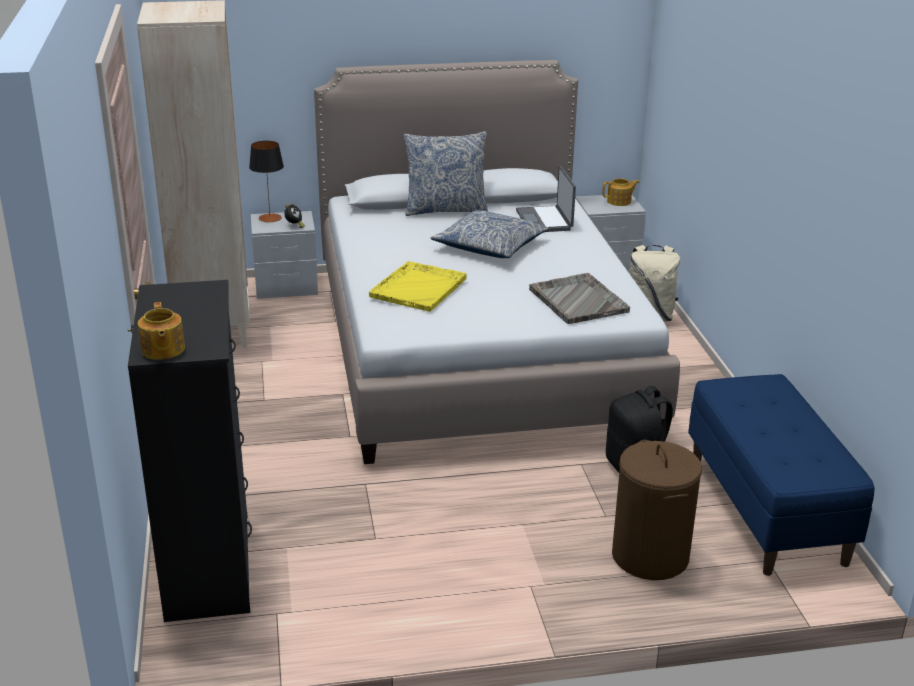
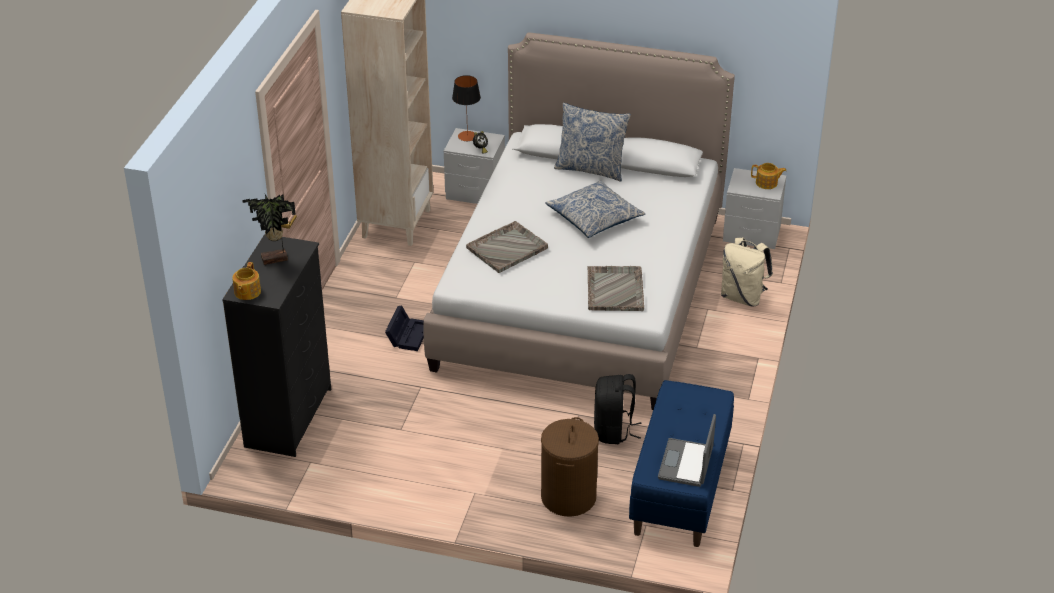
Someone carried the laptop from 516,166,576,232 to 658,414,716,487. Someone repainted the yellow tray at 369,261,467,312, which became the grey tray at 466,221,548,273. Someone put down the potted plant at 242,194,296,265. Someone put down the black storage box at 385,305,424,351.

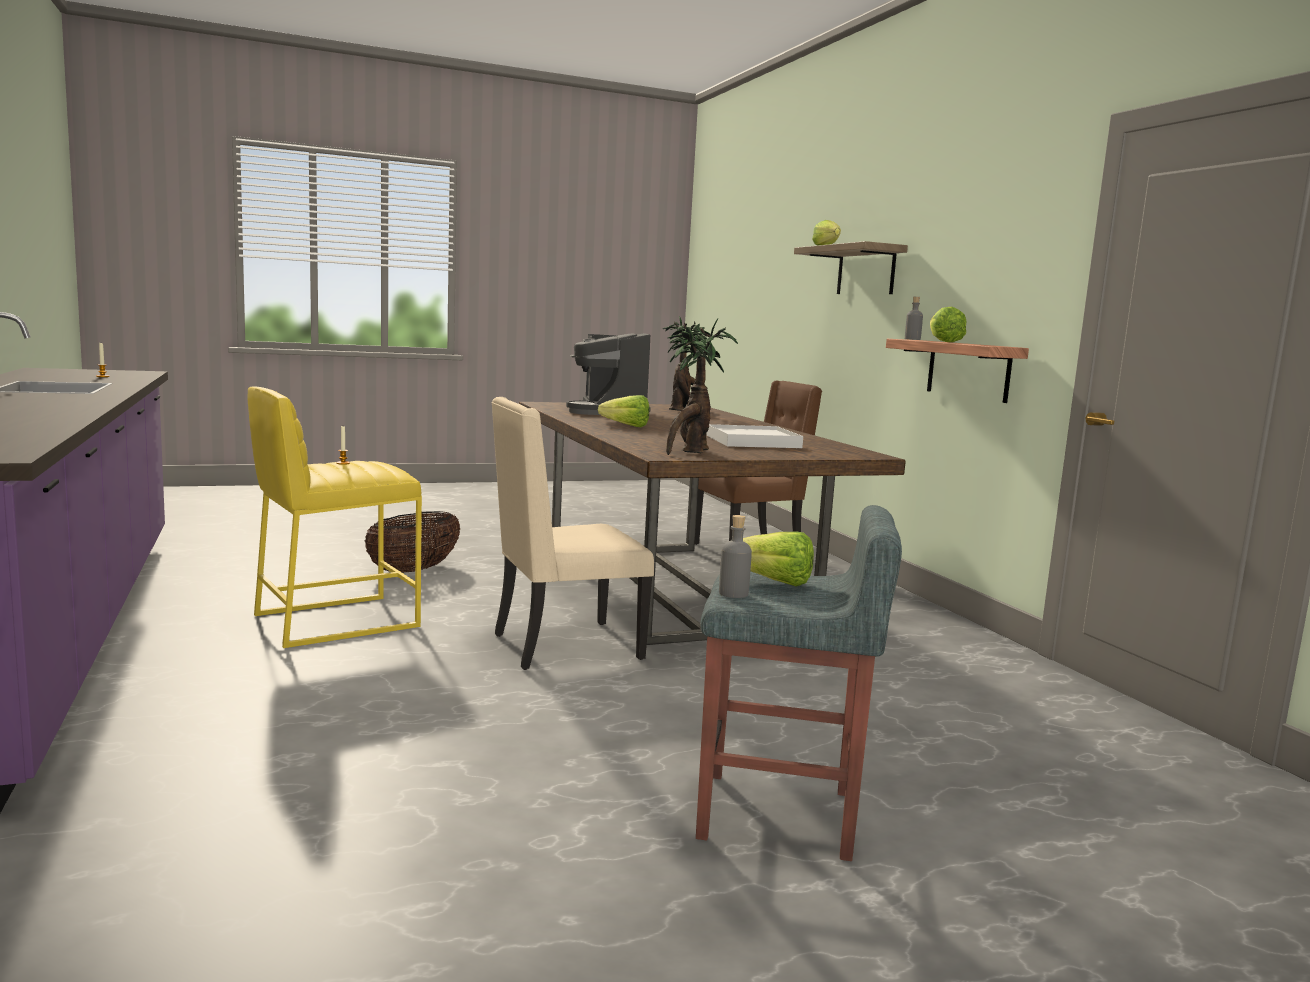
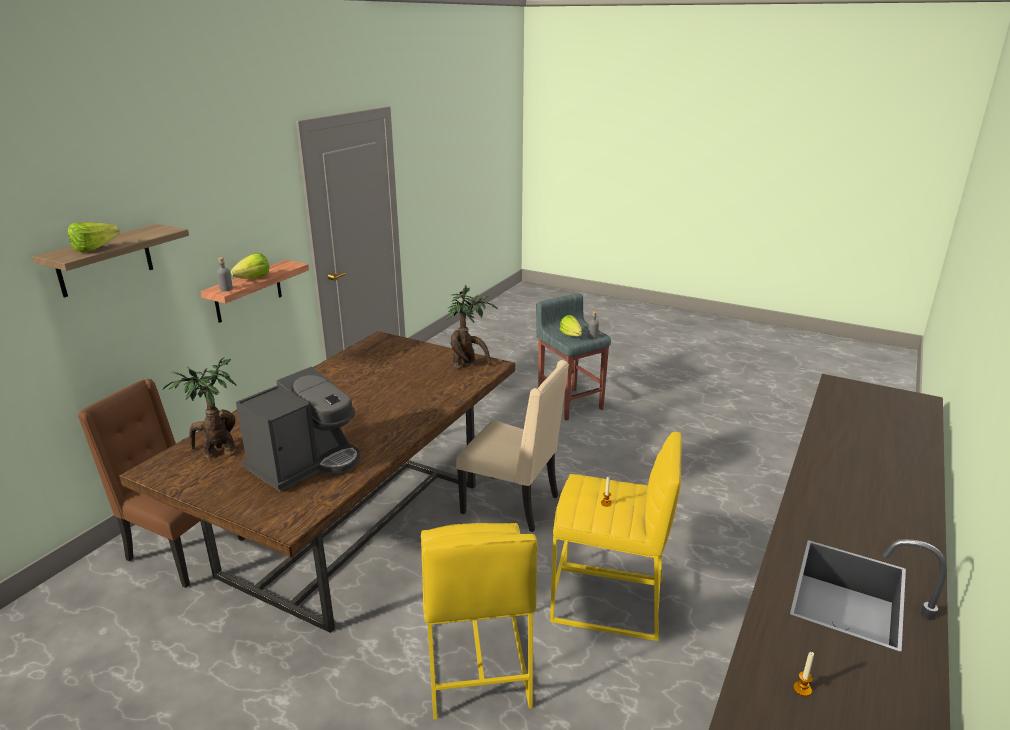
Someone took away the lettuce at 598,395,649,427. Someone took away the white tray at 707,424,803,448. Someone swapped the basket at 365,511,460,573 for the yellow stool at 421,523,537,720.

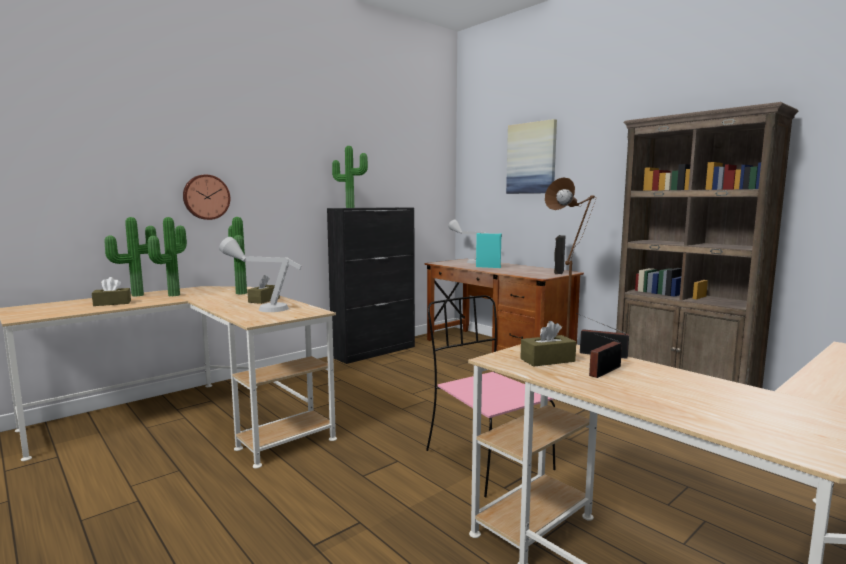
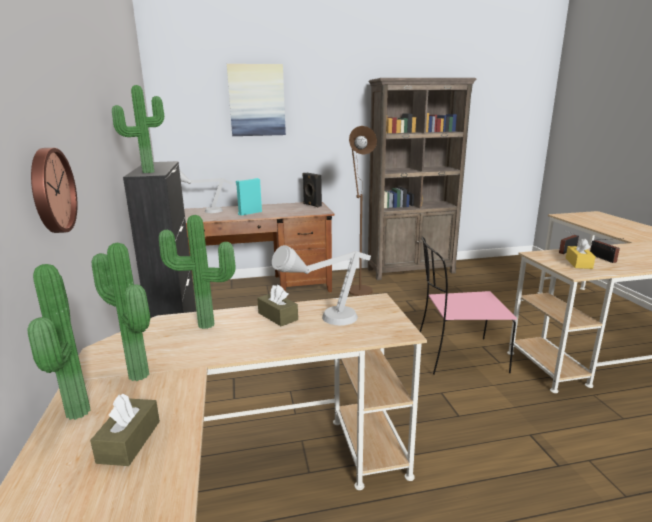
Someone repainted the brown tissue box at 520,321,576,367, which became the yellow tissue box at 566,238,596,269.

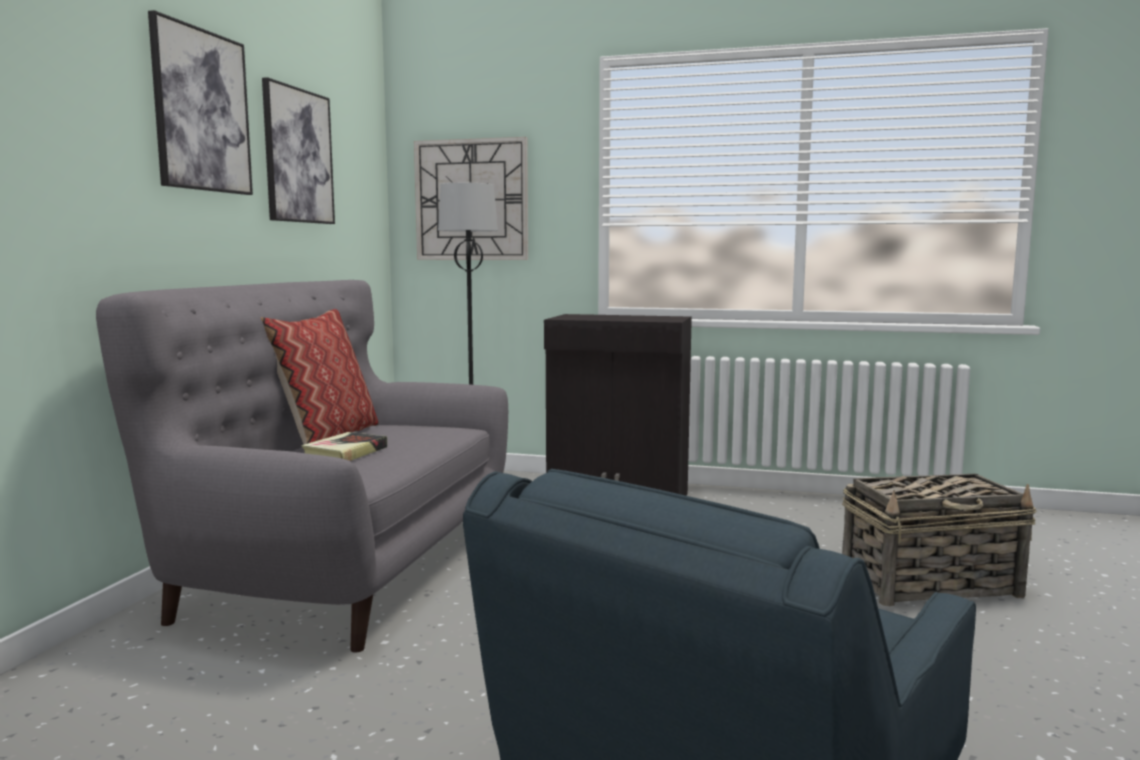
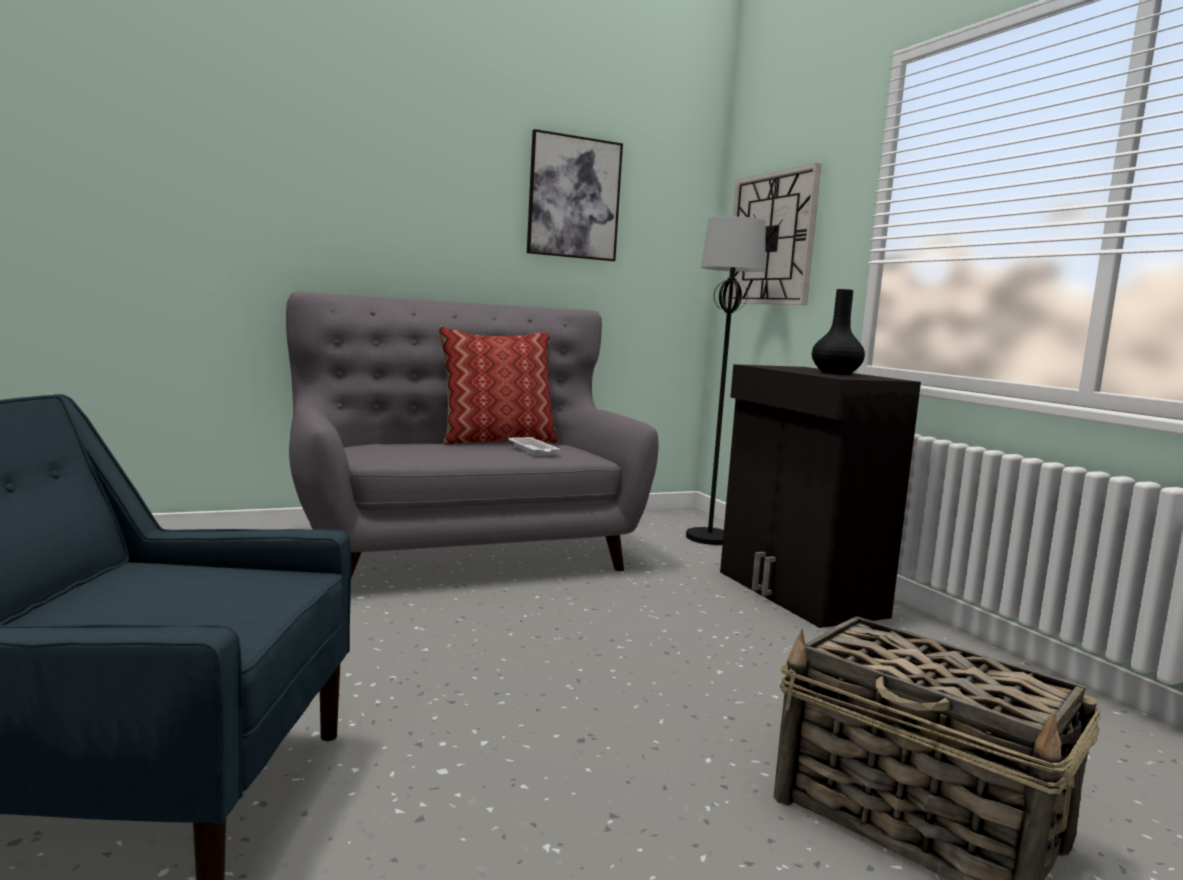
Someone took away the picture at 148,10,253,195. Someone took away the book at 301,432,387,461. Someone put down the black vase at 812,289,865,375. Someone put down the white tray at 508,437,560,456.

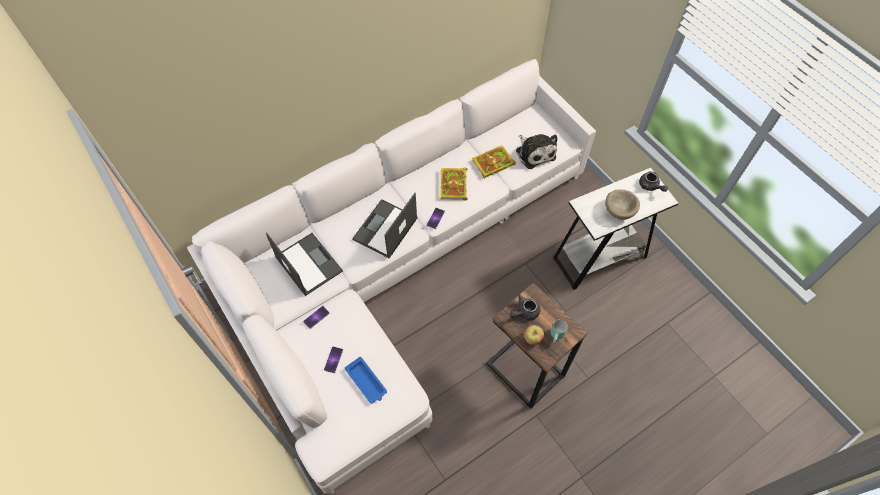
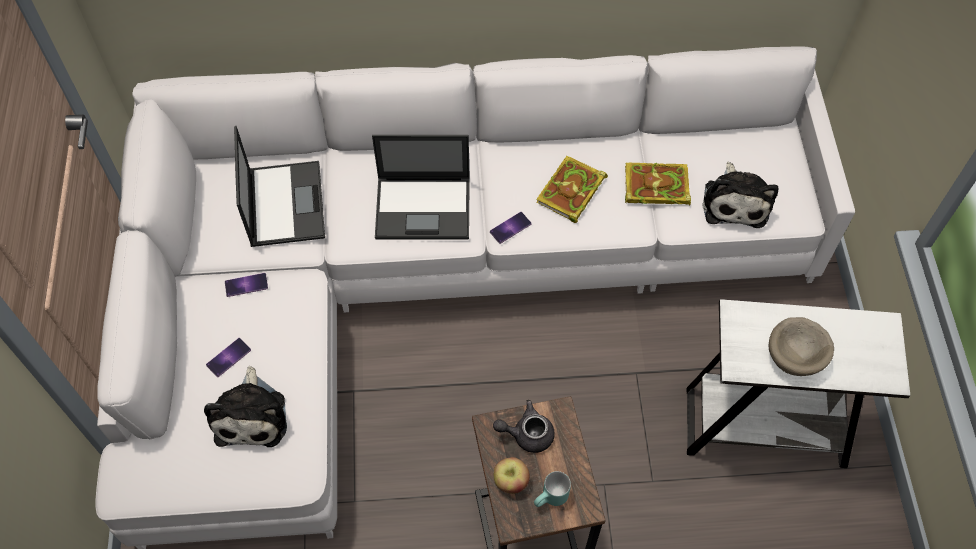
Someone took away the grey teapot at 639,171,668,192. Someone rotated the laptop at 352,193,418,258 by 150 degrees counterclockwise. Someone swapped the blue tray at 345,357,387,404 for the plush toy at 204,366,287,447.

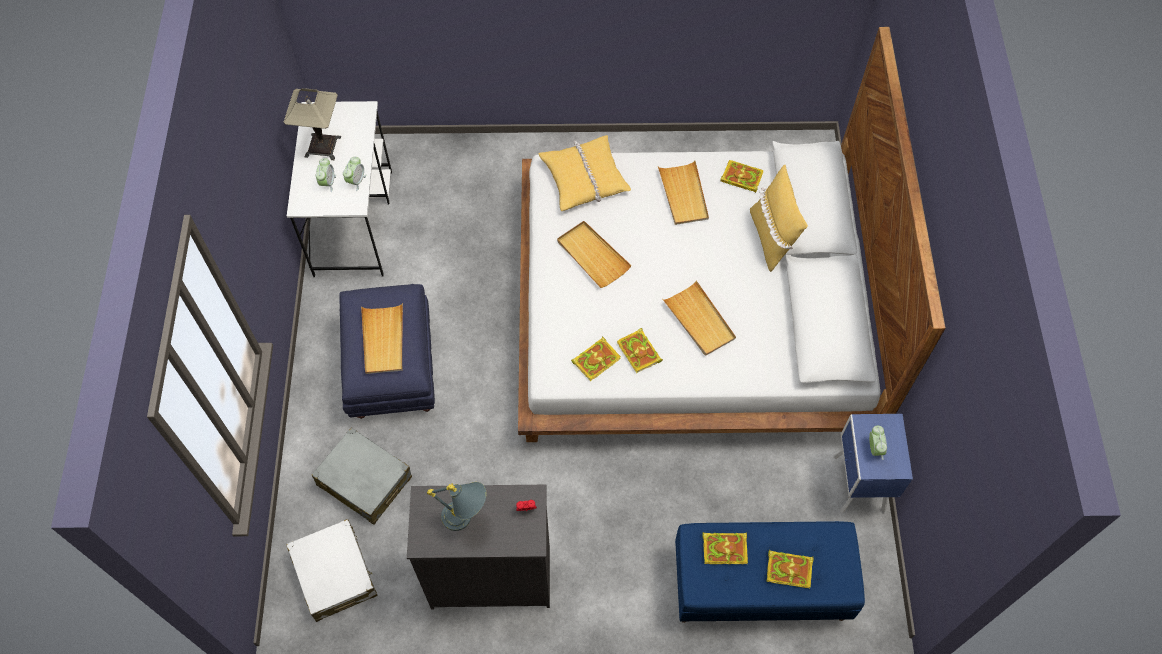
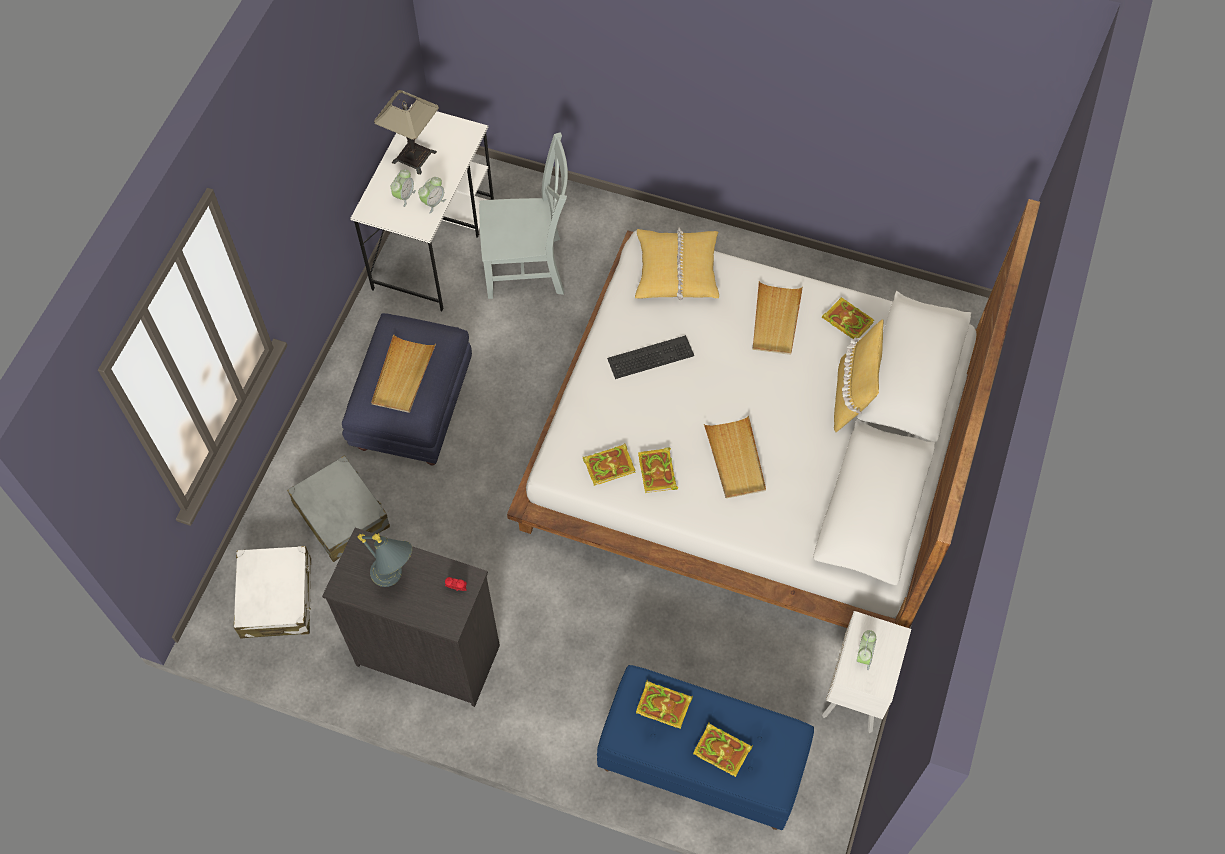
Someone swapped the beige tray at 557,221,632,288 for the keyboard at 607,335,694,379. Someone repainted the blue nightstand at 834,414,913,513, which became the white nightstand at 822,611,911,733. Someone put down the grey chair at 479,132,568,299.

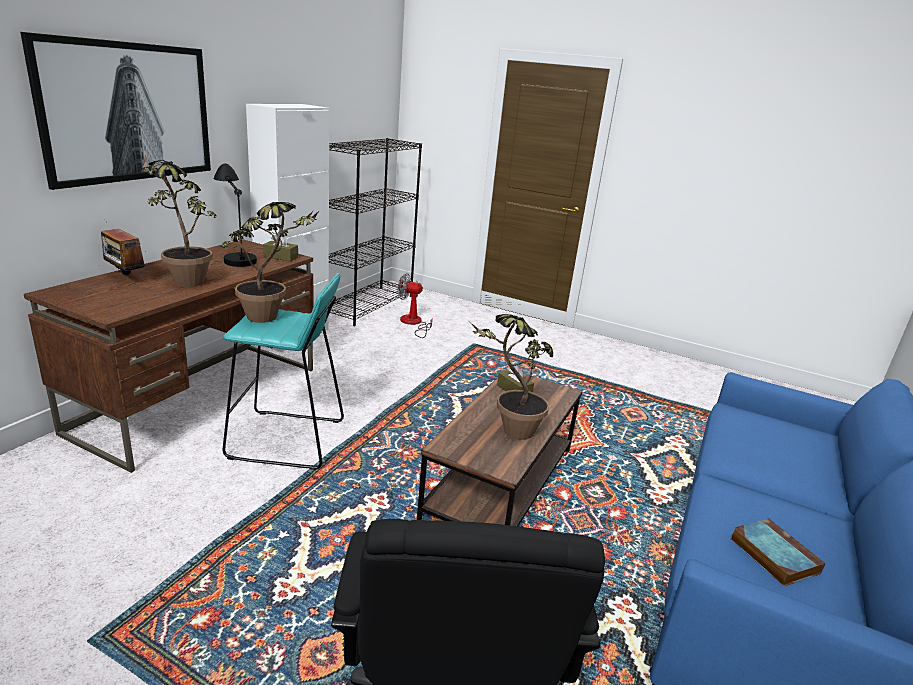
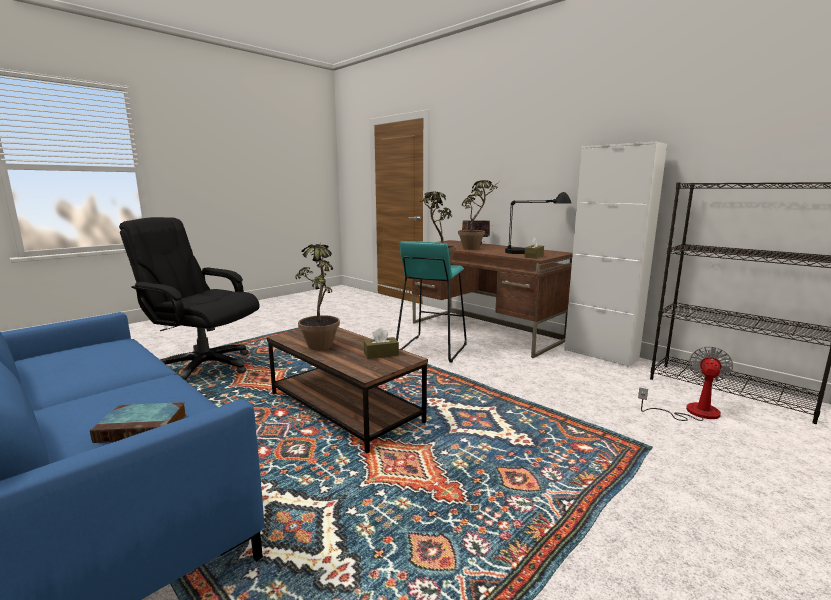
Someone took away the picture at 20,32,211,190. Someone carried the book from 730,518,825,587 to 90,402,187,443.

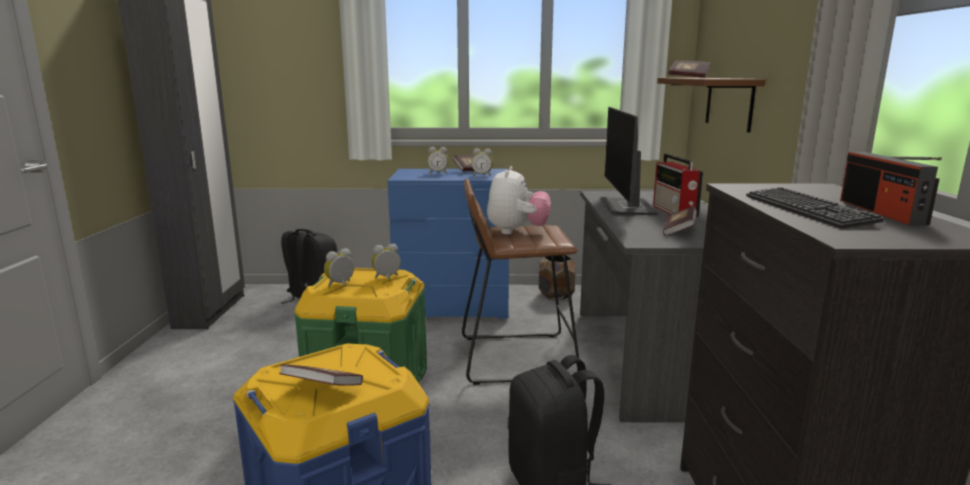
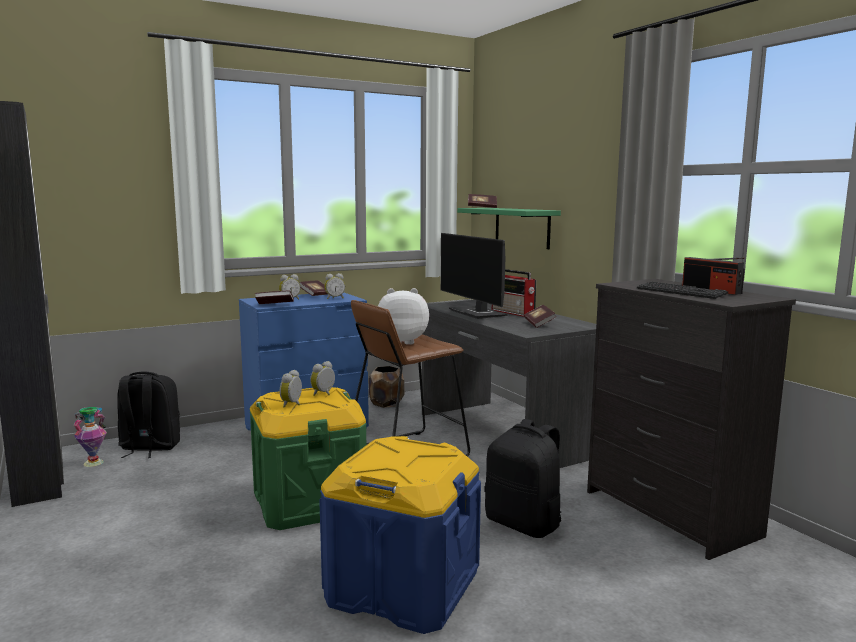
Someone repainted the brown shelf at 657,78,765,133, which became the green shelf at 457,208,561,249. Someone rotated the plush toy at 487,166,551,234 by 75 degrees counterclockwise. Someone carried the book from 279,364,363,386 to 255,291,294,304. Someone put down the vase at 73,407,107,467.

